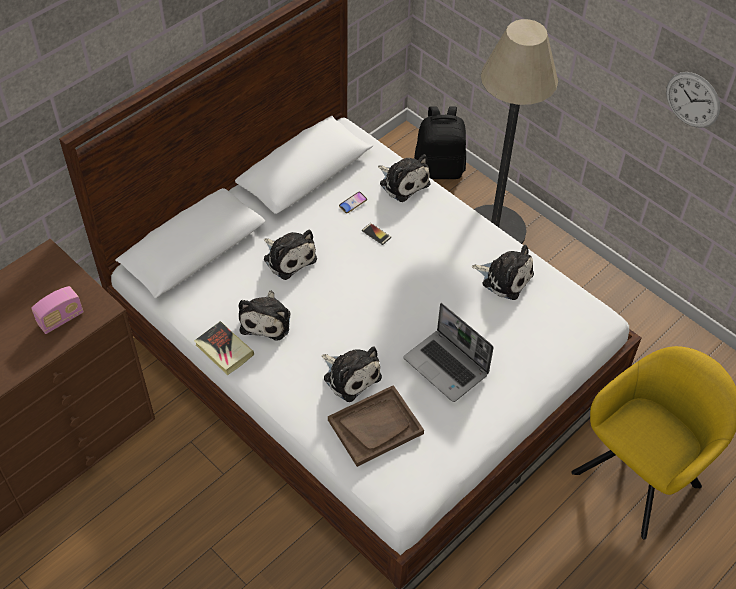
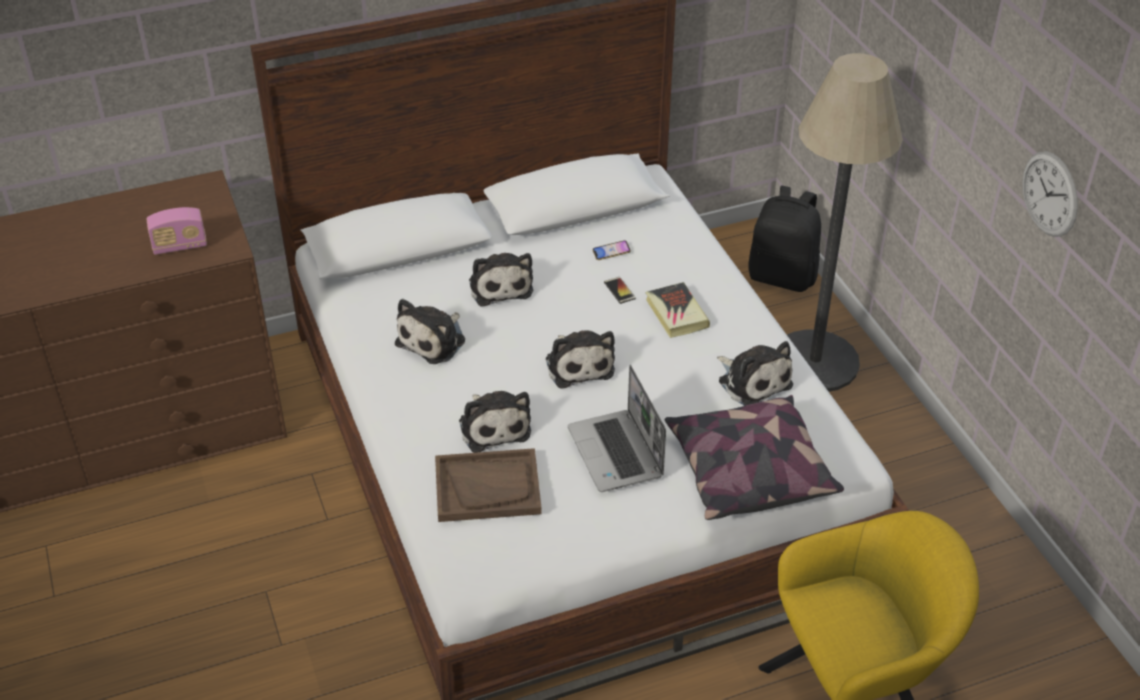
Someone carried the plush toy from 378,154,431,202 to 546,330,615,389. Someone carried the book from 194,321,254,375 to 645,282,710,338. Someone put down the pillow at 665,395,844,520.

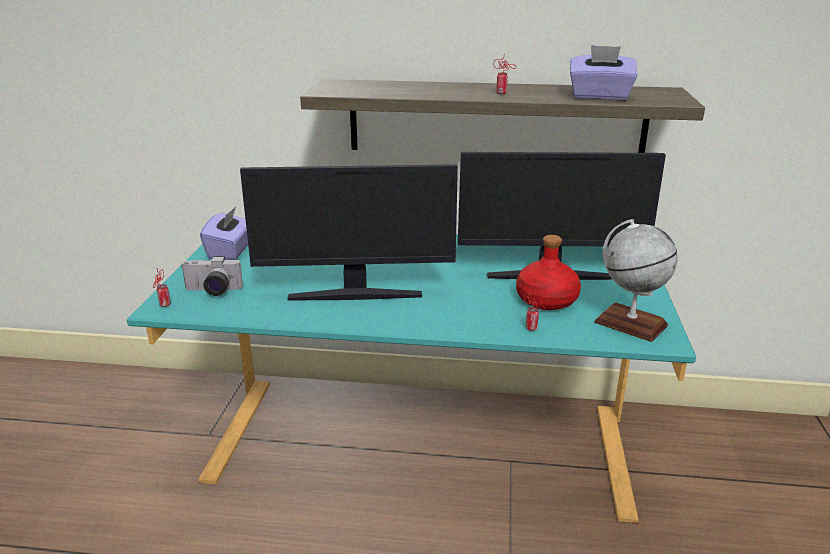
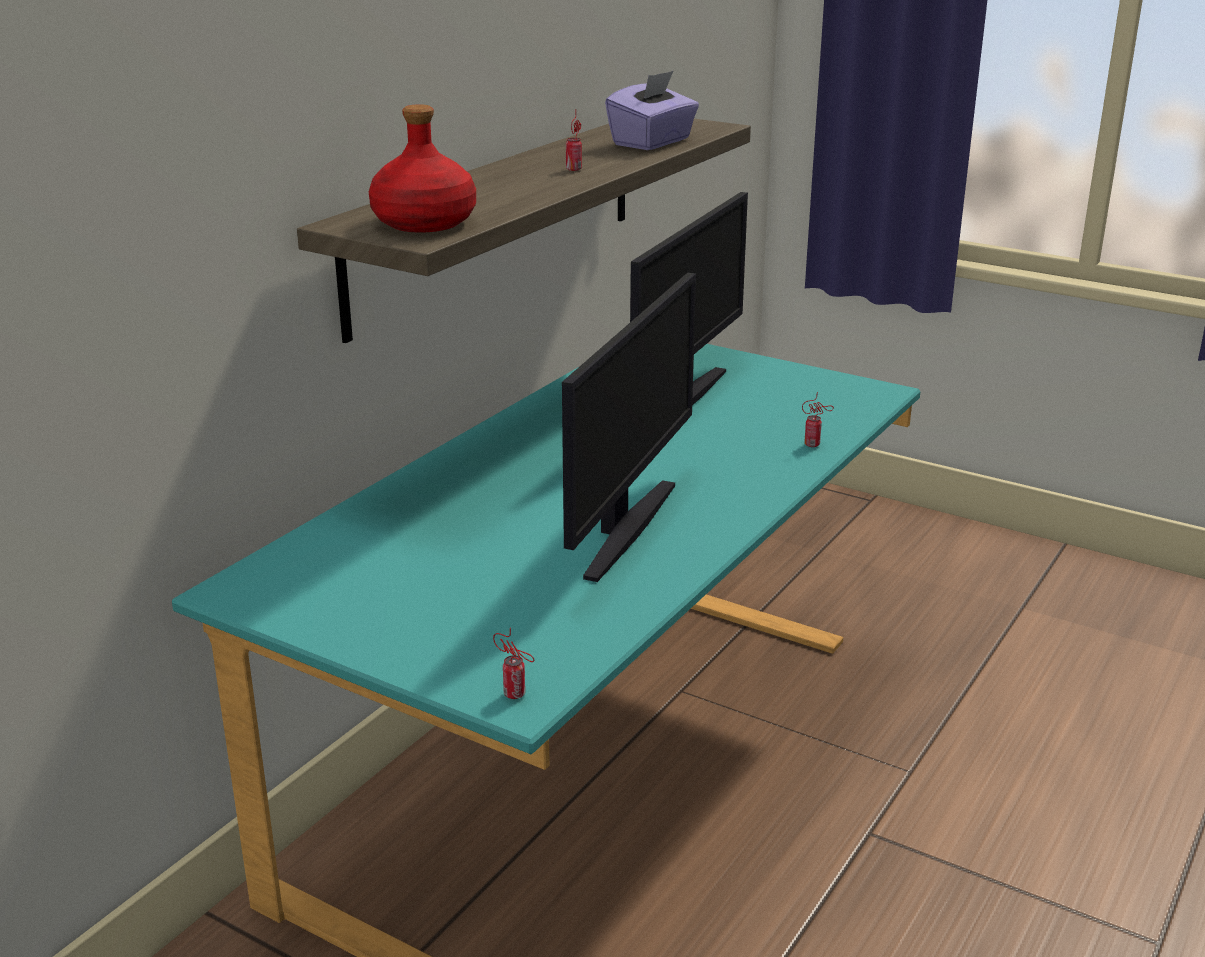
Someone took away the purple tissue box at 200,207,248,260. Someone took away the globe at 594,219,678,342. Someone carried the red bottle from 516,235,581,310 to 369,104,476,232. Someone took away the photo camera at 180,256,243,296.

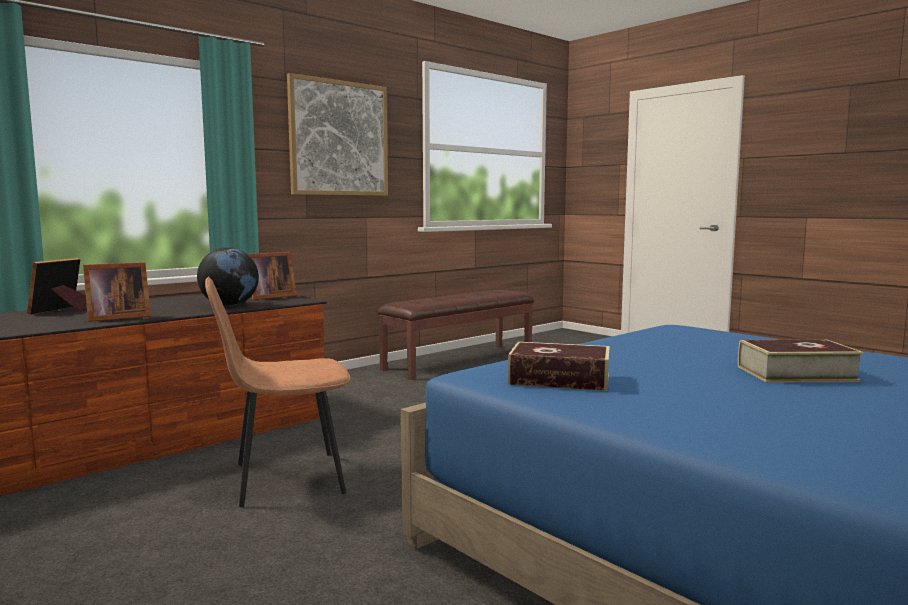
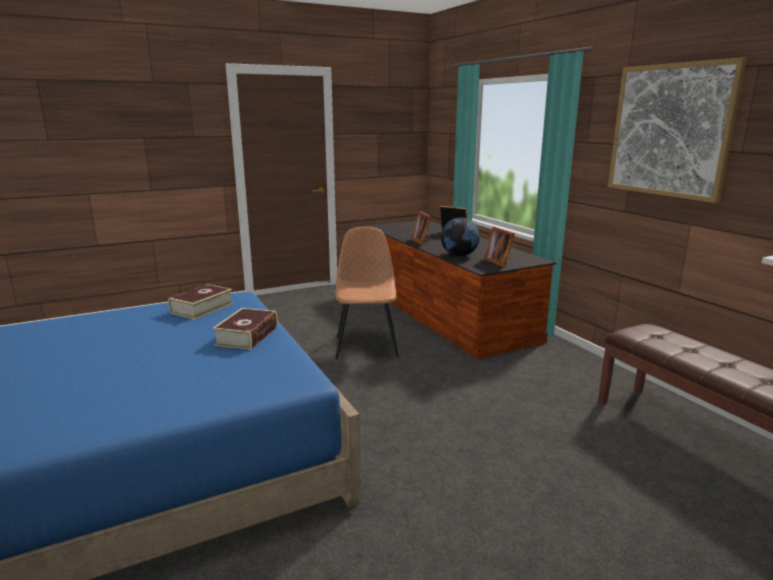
Someone carried the book from 738,339,864,383 to 212,308,277,350.

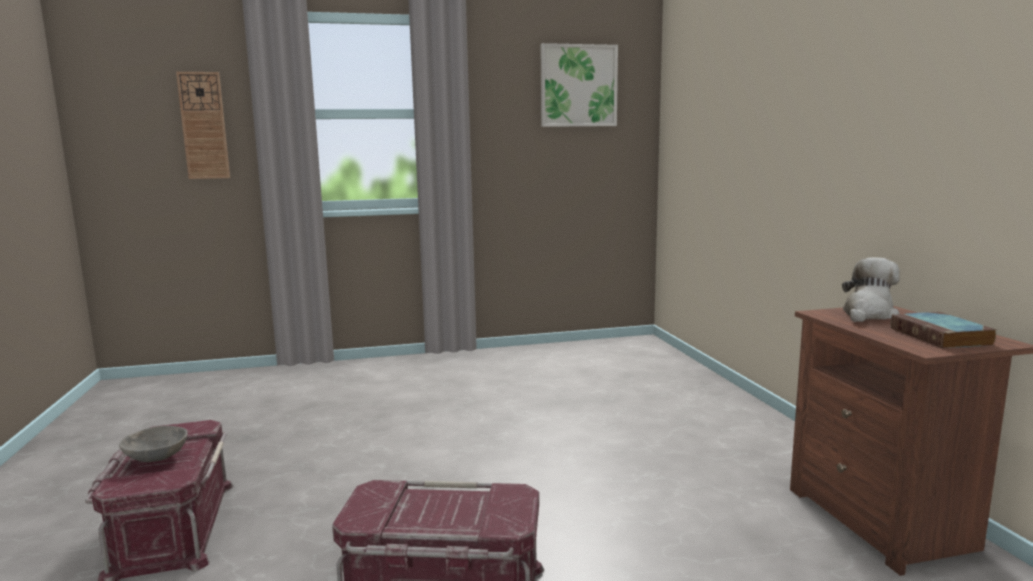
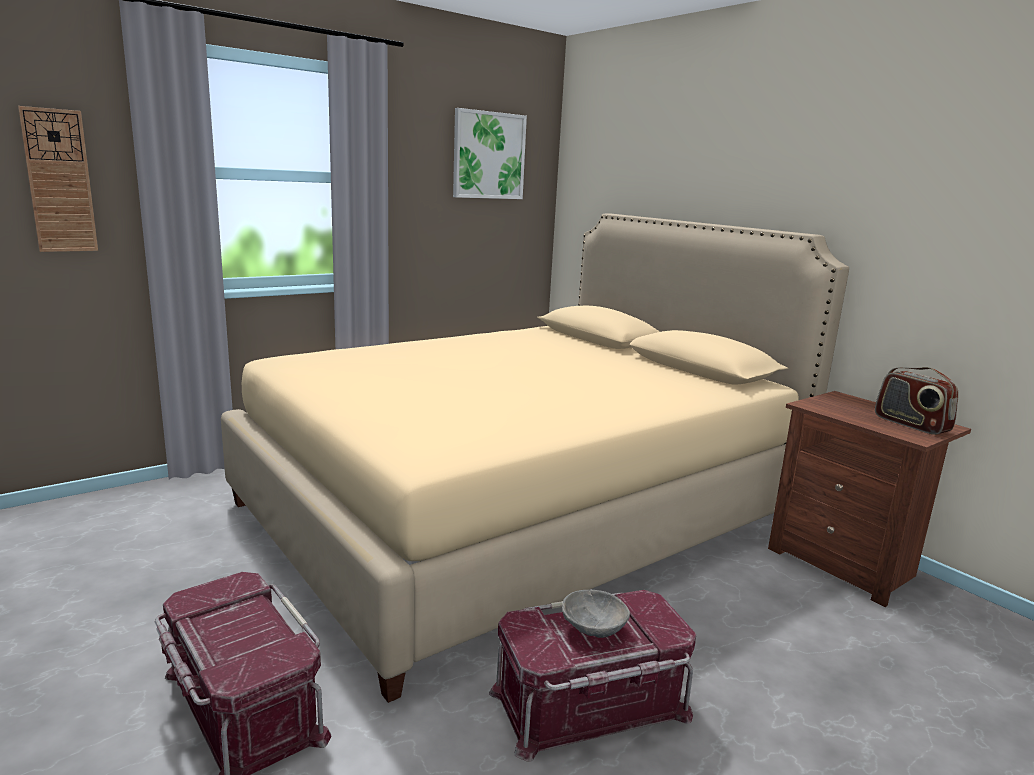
Someone took away the plush toy at 842,257,900,322. Someone swapped the book at 891,312,997,348 for the radio at 875,367,958,435. Someone carried the grey bowl from 119,426,188,462 to 562,590,630,638. Someone put down the beige bed at 221,213,849,703.

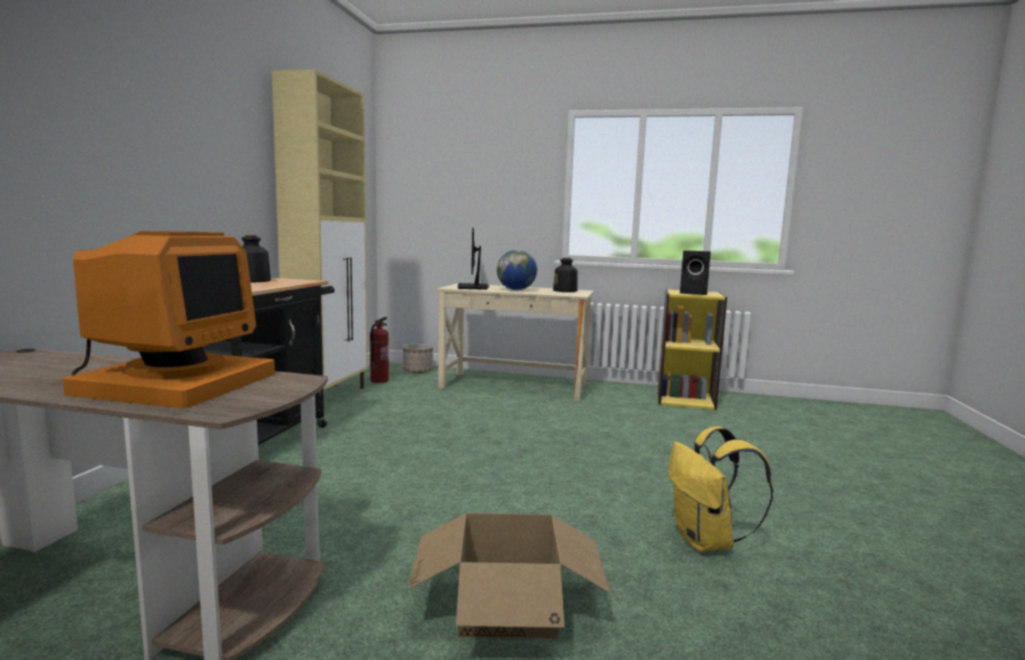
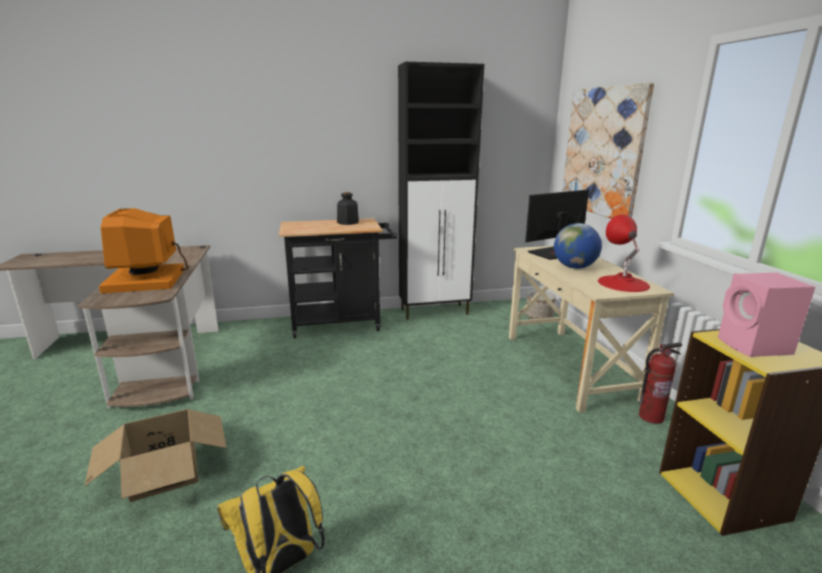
Someone repainted the beige cabinet at 272,69,368,390, which became the black cabinet at 398,62,484,320. Someone rotated the monitor at 63,231,275,408 by 90 degrees clockwise. Someone repainted the black speaker at 680,250,711,295, which became the pink speaker at 718,273,815,357. Someone swapped the bottle at 553,258,578,292 for the red table lamp at 598,214,650,292. Someone carried the fire extinguisher from 370,317,389,383 to 639,342,682,424. Someone put up the picture at 562,83,654,219.

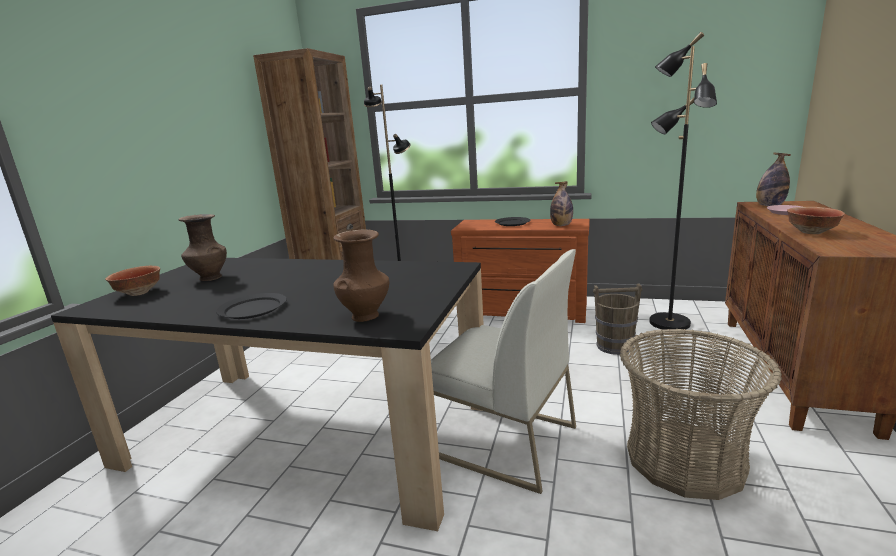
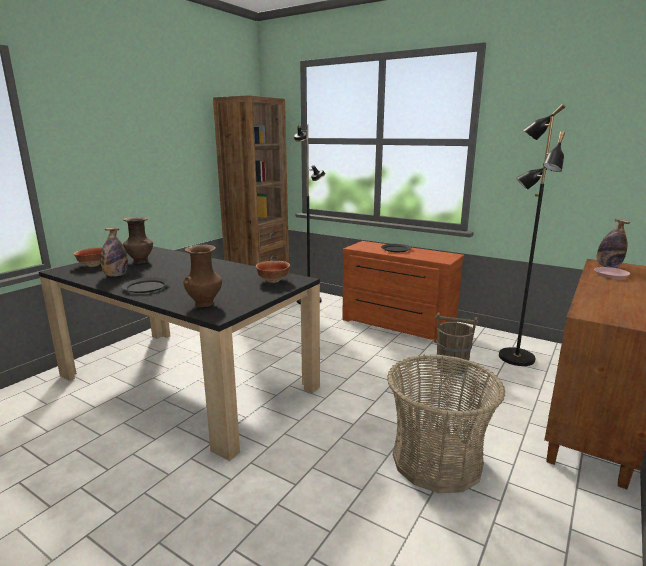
Someone carried the bottle from 550,181,573,226 to 100,228,128,276. Someone carried the bowl from 787,207,845,234 to 256,261,290,283. Someone took away the white chair at 431,249,576,494.

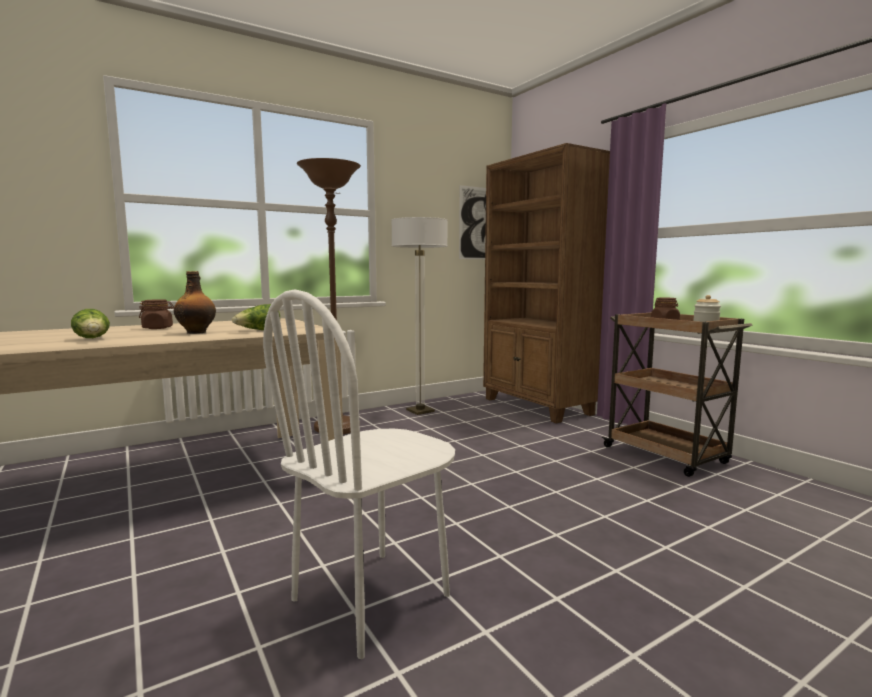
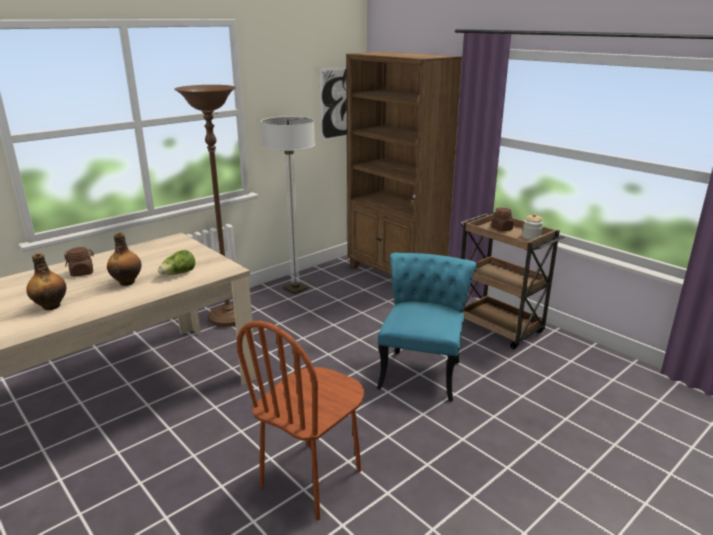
Someone repainted the white chair at 263,290,455,659, which became the brown chair at 236,321,364,520. Someone swapped the lettuce at 71,309,110,338 for the bottle at 26,253,66,310. Someone put down the turquoise chair at 377,253,477,402.

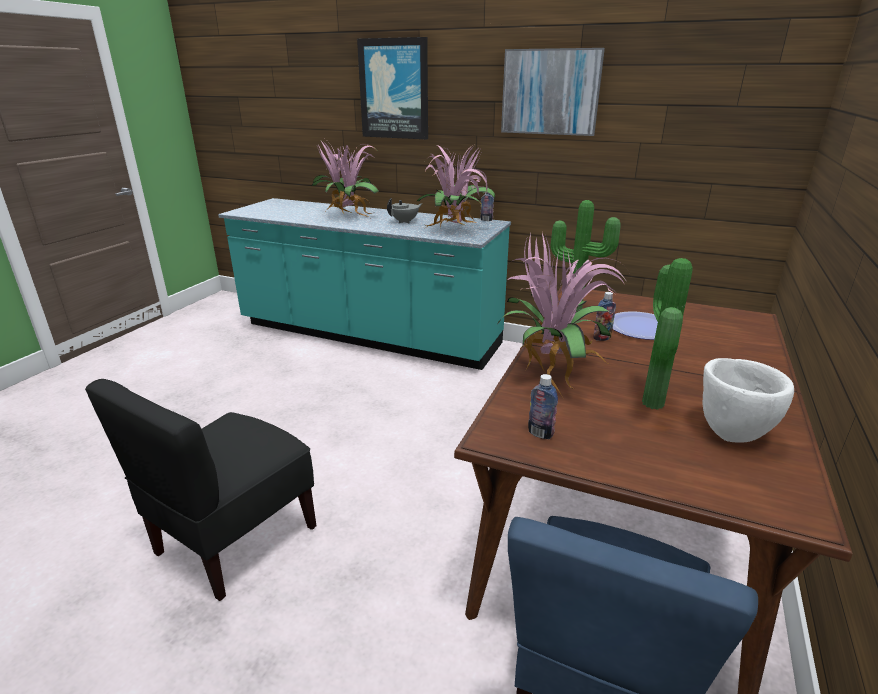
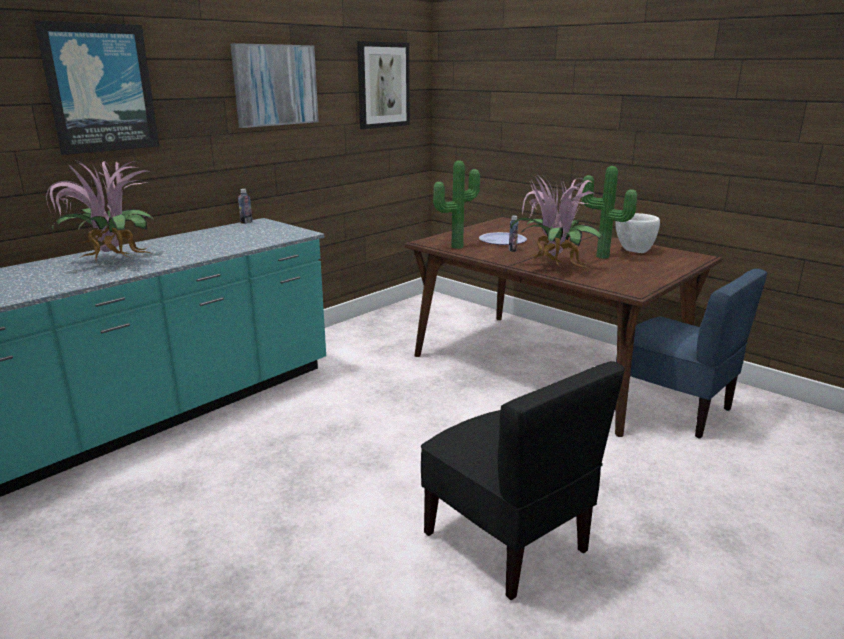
Someone took away the potted plant at 417,145,495,228. Someone took away the grey teapot at 387,198,422,223. Someone took away the bottle at 528,374,558,439. Someone put up the picture at 357,41,410,129.

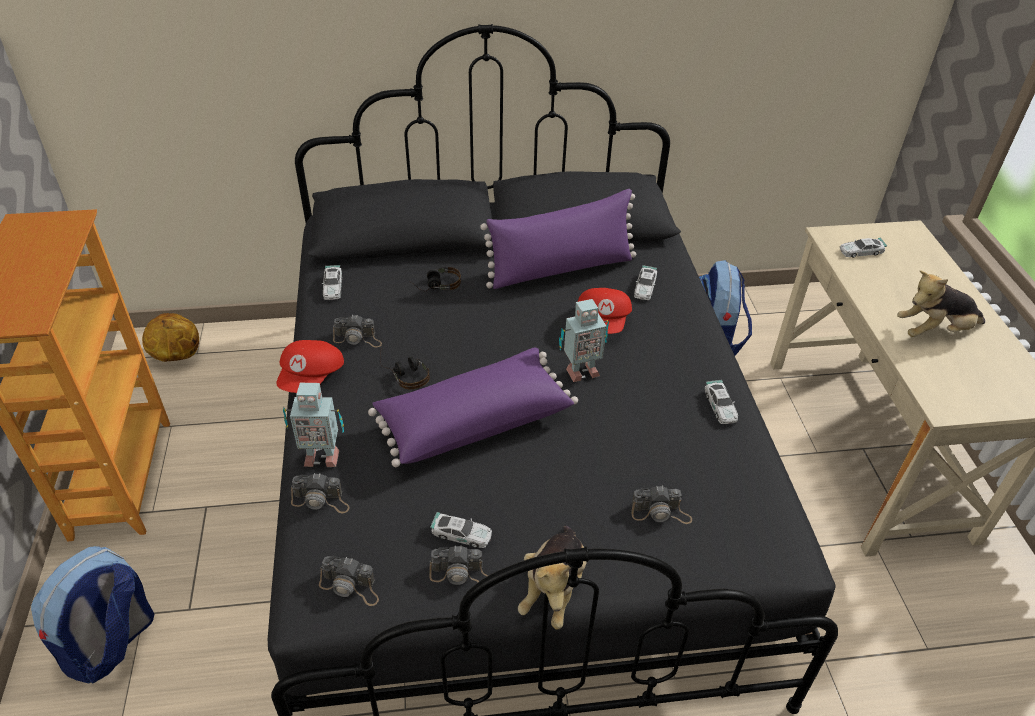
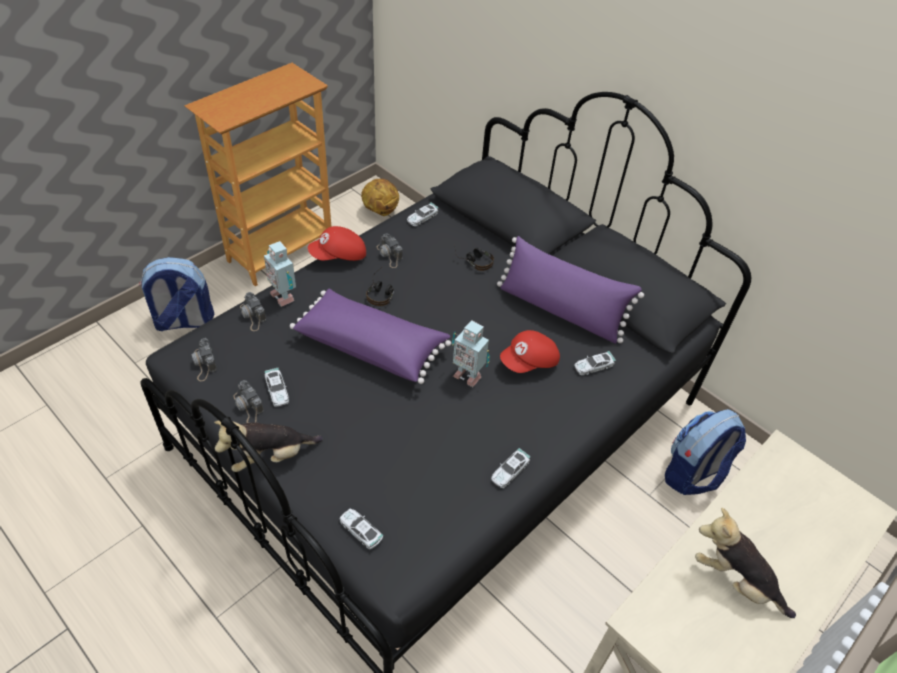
Someone carried the toy car from 840,237,887,258 to 339,508,383,549. Someone took away the photo camera at 632,486,692,524.

